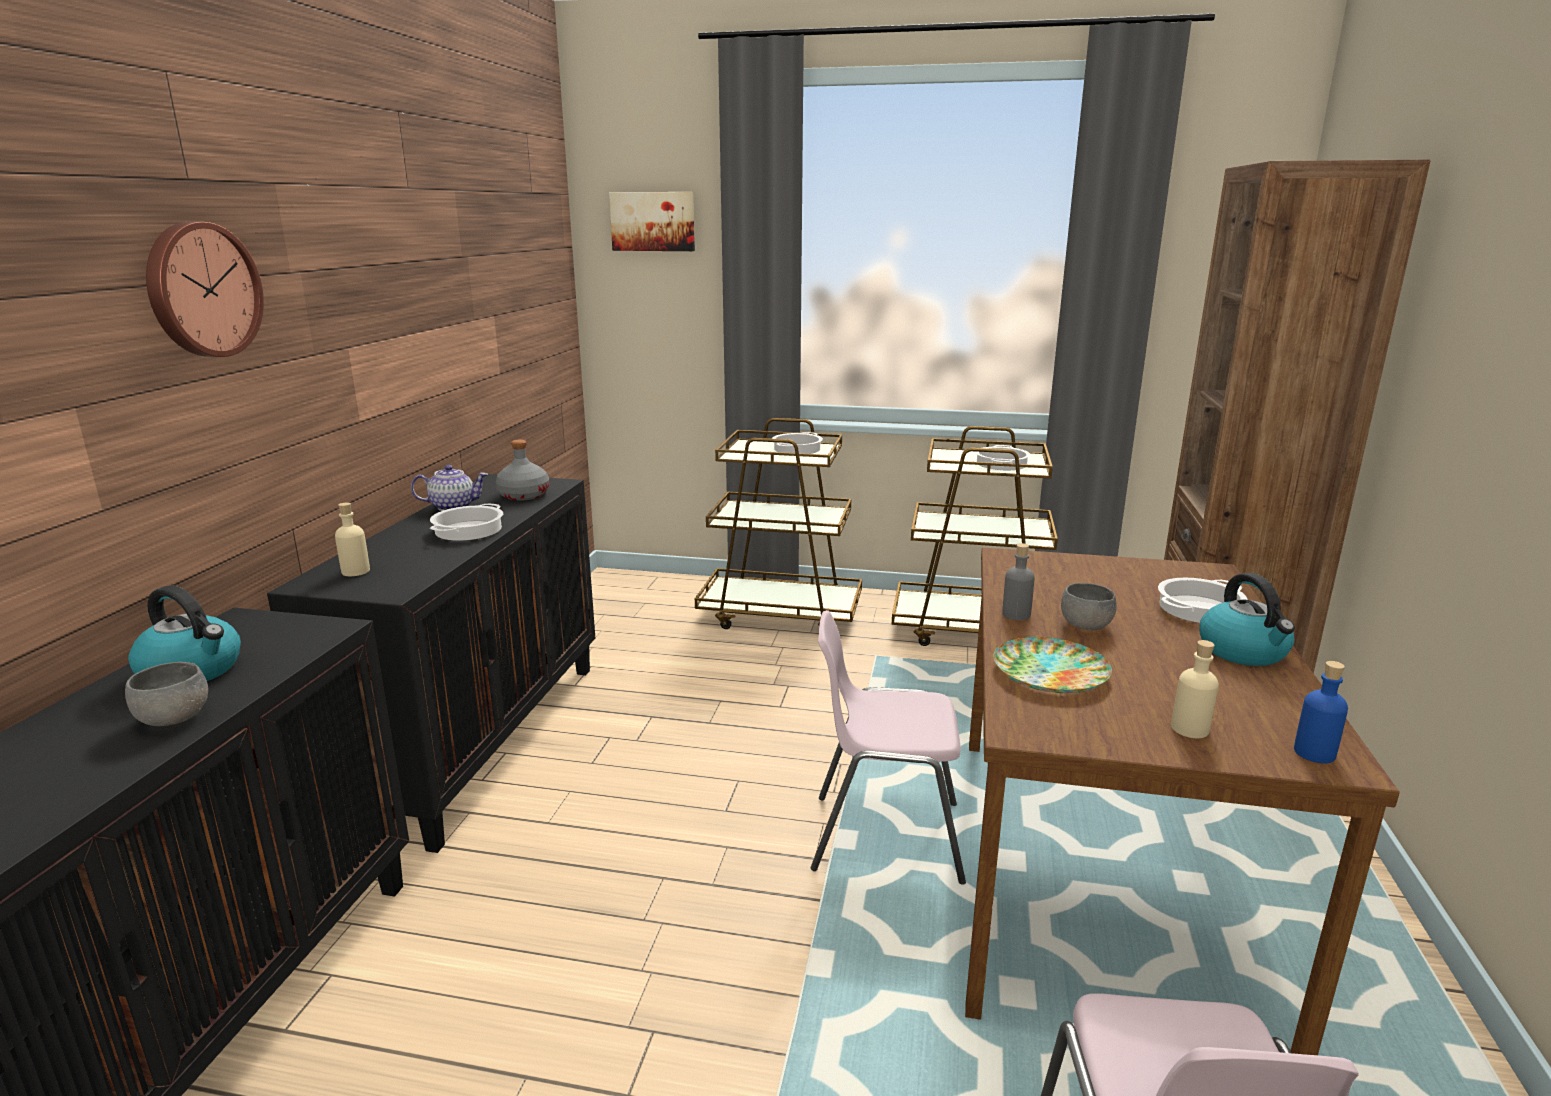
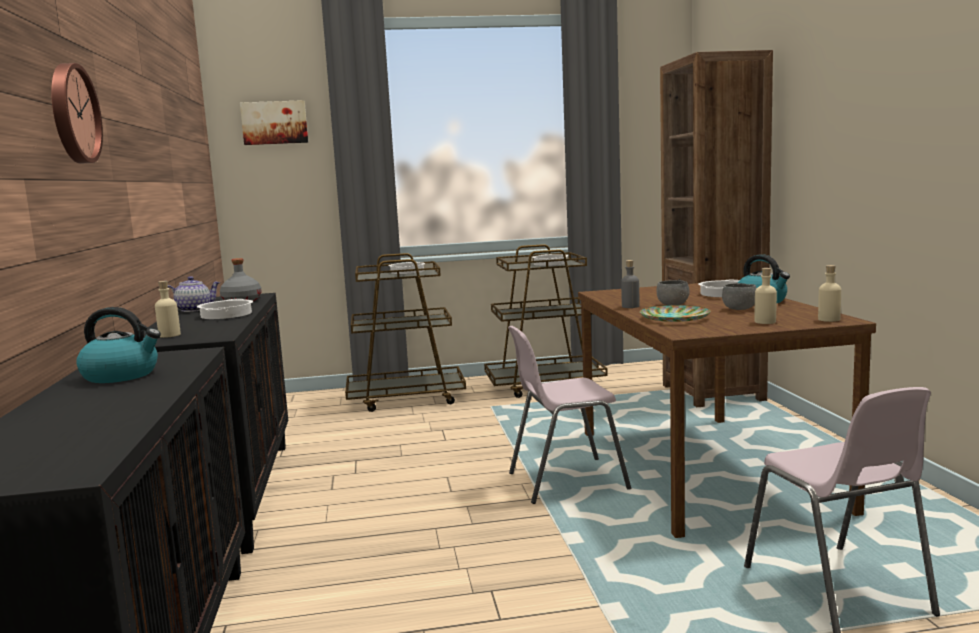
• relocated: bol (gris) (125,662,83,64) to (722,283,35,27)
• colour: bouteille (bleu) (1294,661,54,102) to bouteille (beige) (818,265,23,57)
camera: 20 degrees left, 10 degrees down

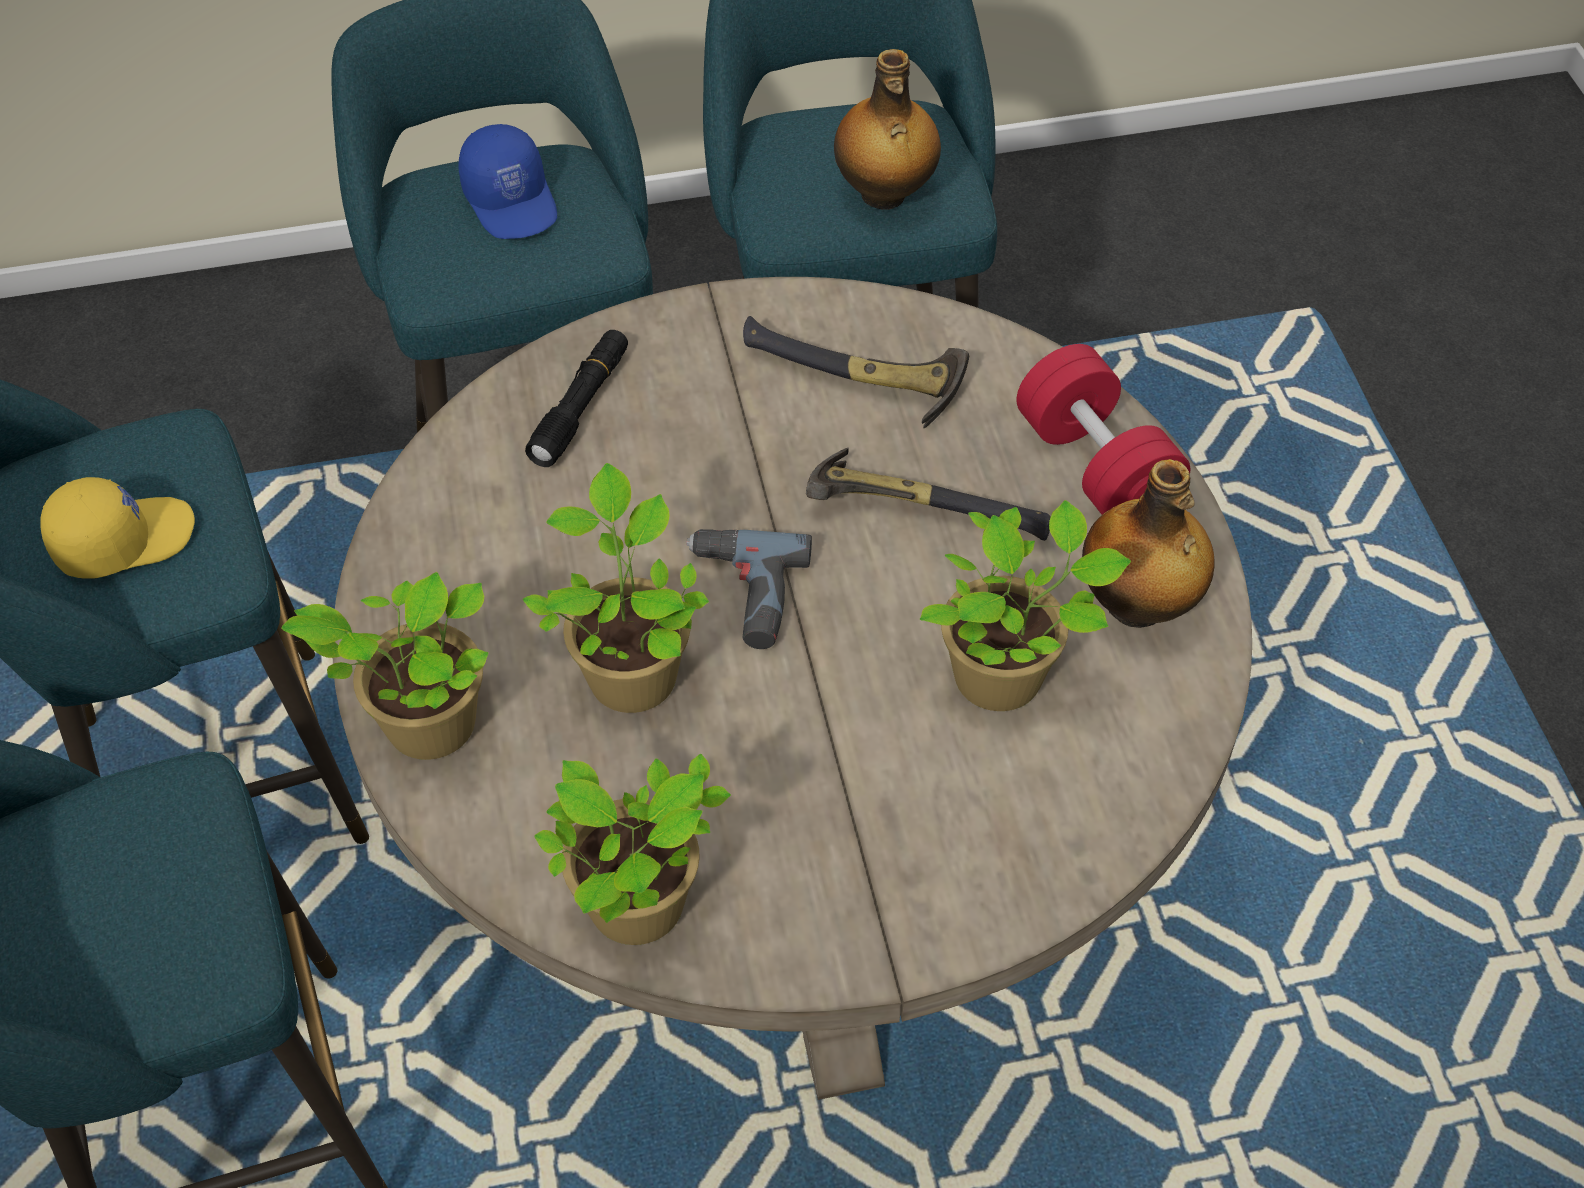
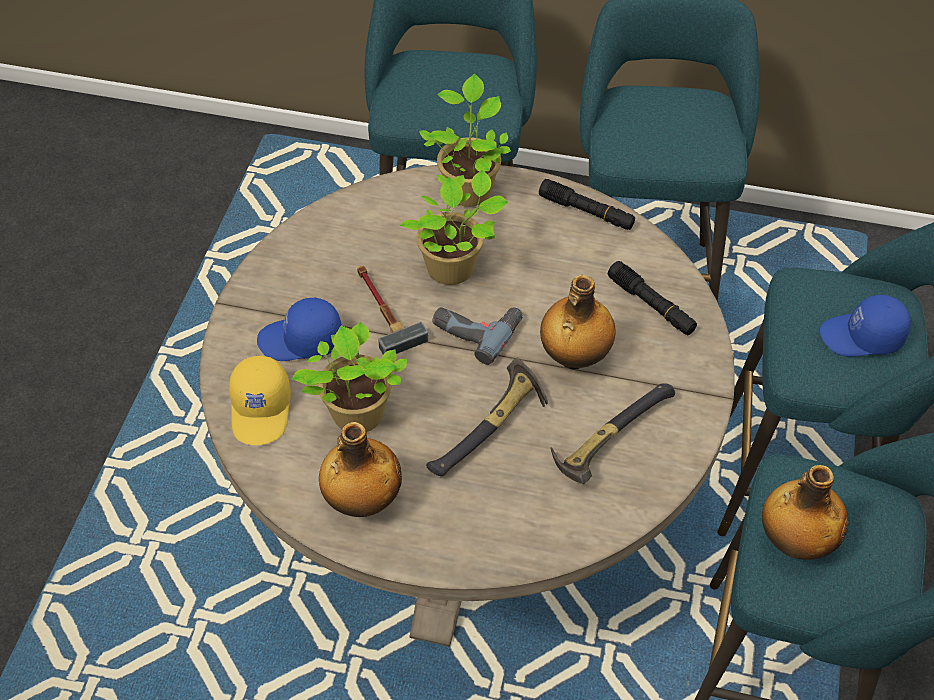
• relocated: casquette (jaune) (40,477,155,102) to (229,356,62,89)
• missing: plante en pot (534,753,197,192)
• missing: haltère (rouge) (1016,344,174,171)
• appeared: casquette (bleu) (257,297,85,64)
• appeared: marteau (357,265,71,89)
• appeared: lampe de poche (noir) (539,179,96,51)
• appeared: bouteille (540,275,76,94)
camera: 115 degrees right, 0 degrees up

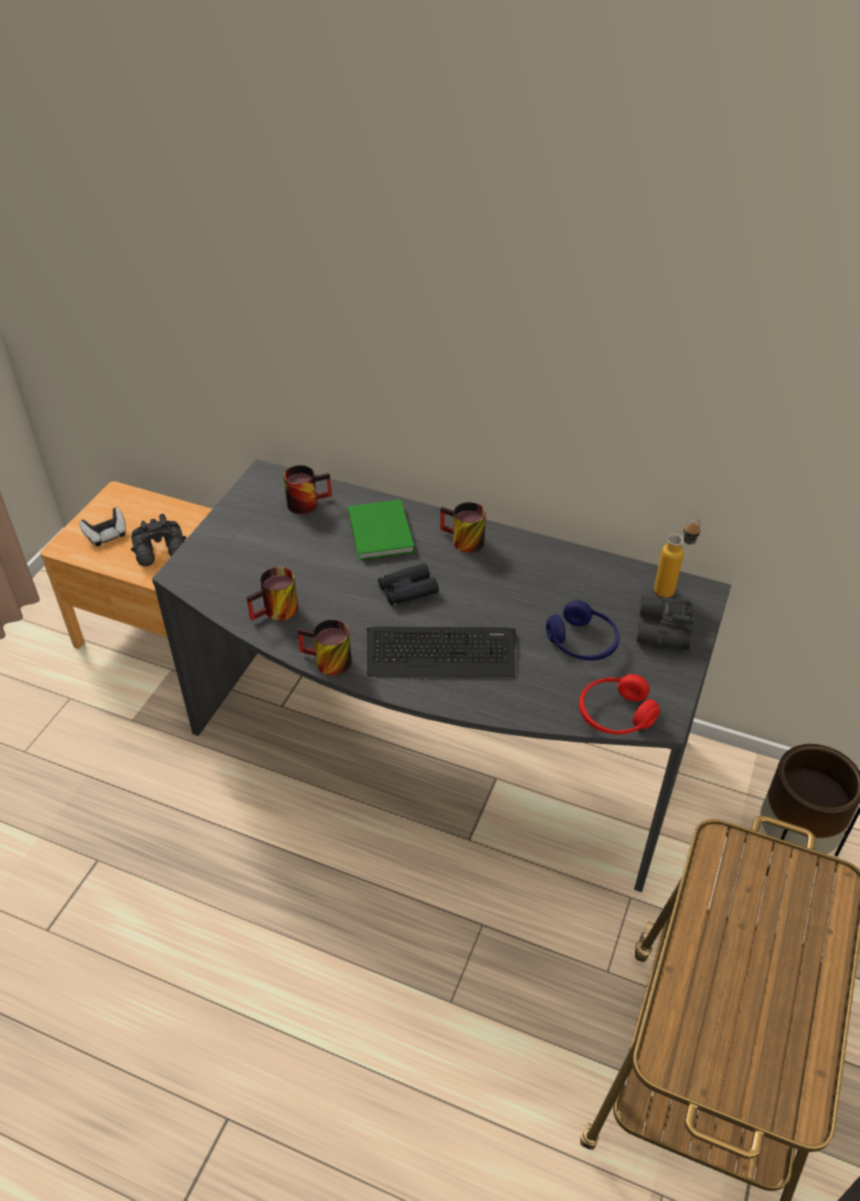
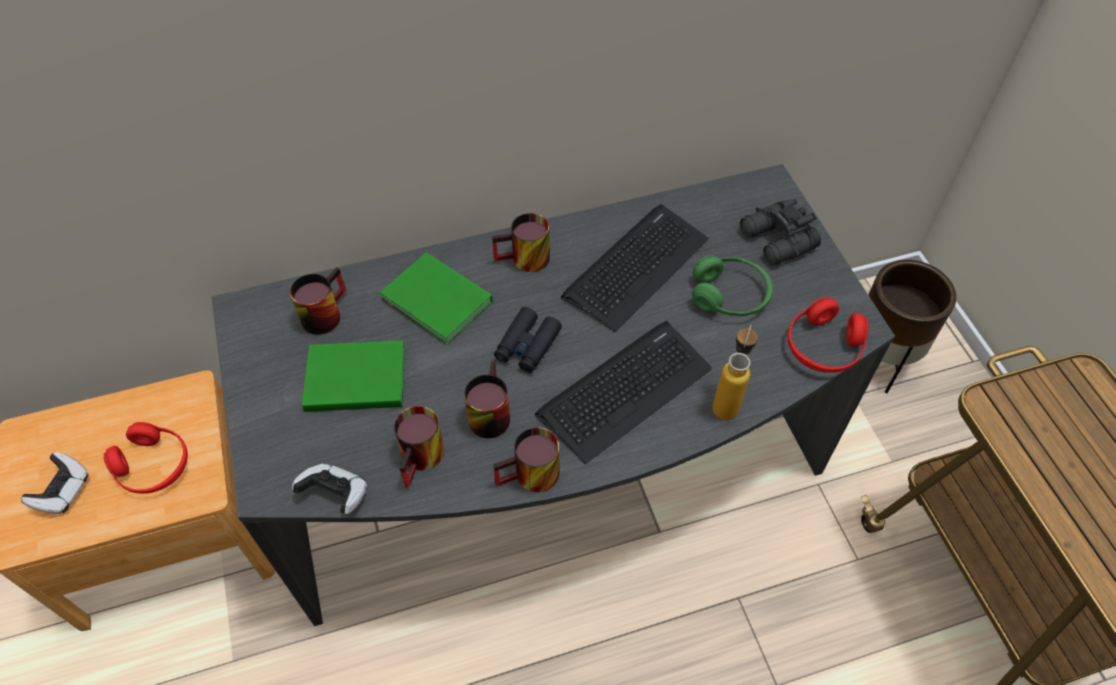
• exchanged: jumelles (noir) (131,514,55,52) to casque audio (rouge) (104,422,84,72)
• colour: casque audio (bleu) (546,600,74,61) to casque audio (vert) (692,255,81,61)
• relocated: bouteille (654,520,47,78) to (713,325,45,95)
• appeared: manette (292,463,75,51)
• appeared: livre (vert) (302,340,103,72)
• appeared: mug (464,361,46,77)
• appeared: clavier (561,204,148,128)
camera: 40 degrees left, 10 degrees up

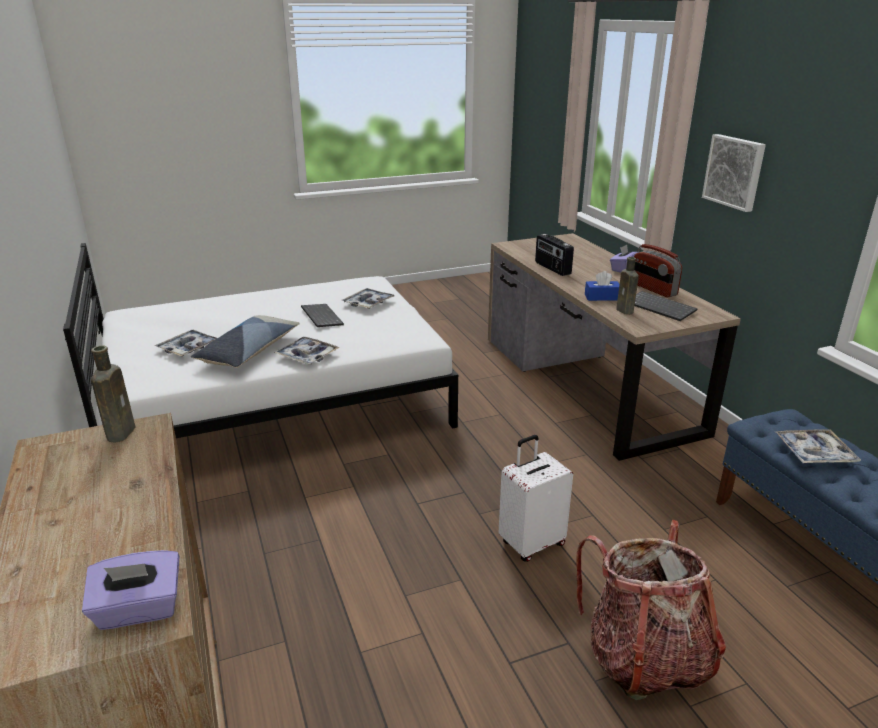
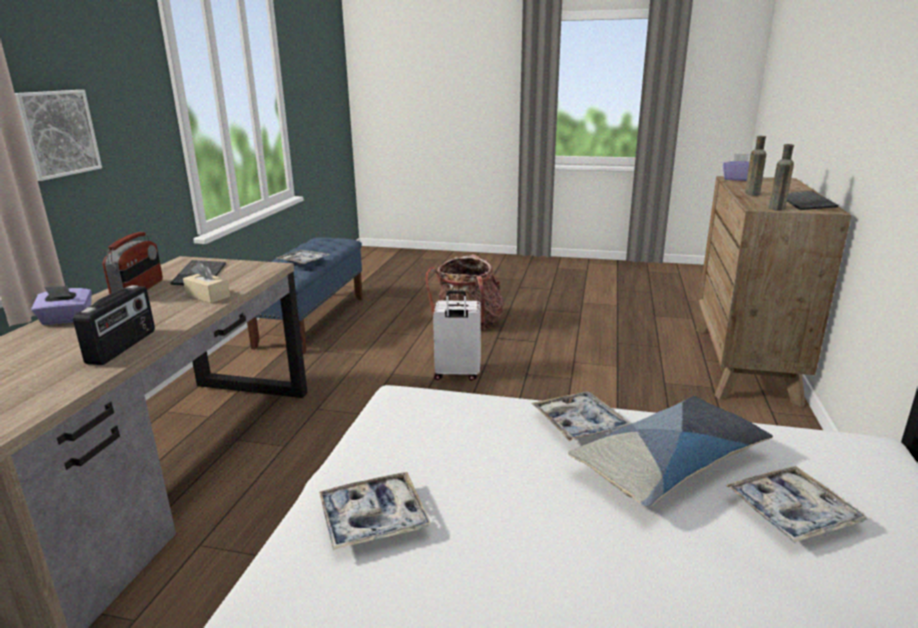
• relocated: clavier (301,304,43,23) to (787,191,51,19)
• colour: boîte à mouchoirs (bleu) (585,271,35,30) to boîte à mouchoirs (beige) (183,262,47,41)
• relocated: bouteille (marron) (616,257,23,58) to (745,136,21,60)
camera: 145 degrees left, 5 degrees down

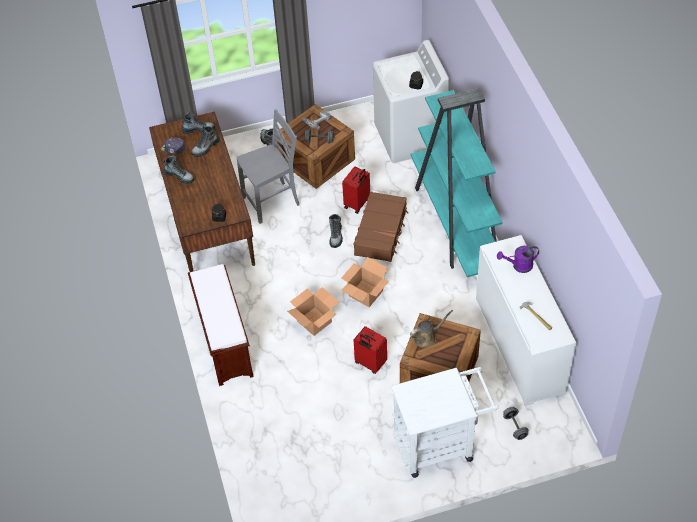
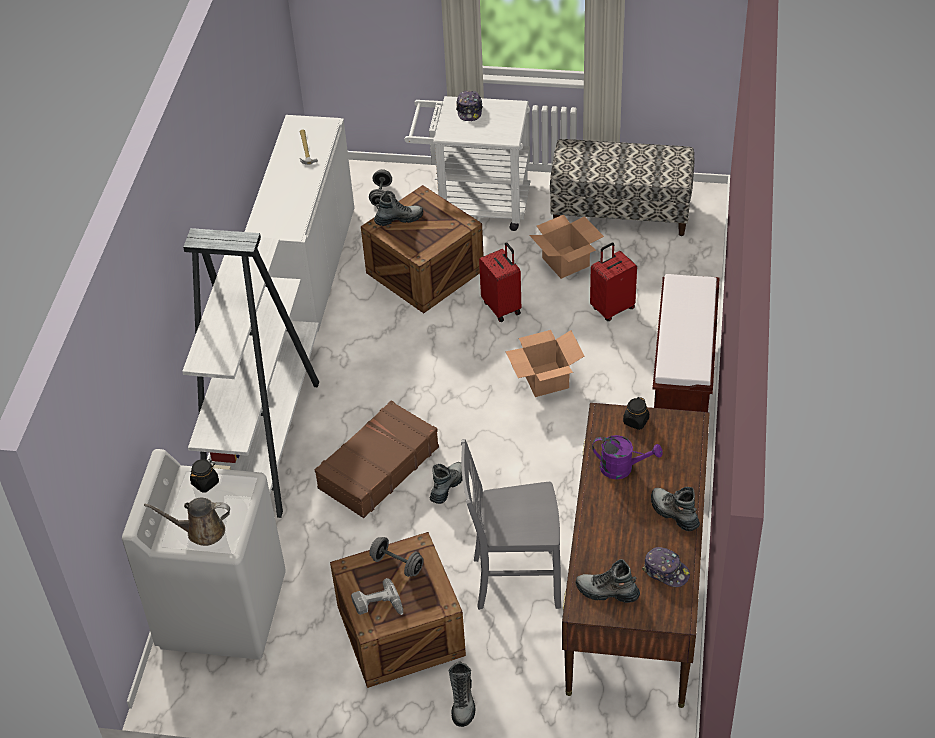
• relocated: botte (191,126,29,31) to (374,190,49,36)
• relocated: carton (341,257,48,50) to (529,215,75,64)
• relocated: valise (rouge) (342,166,28,48) to (590,242,47,79)
• relocated: arrosoir (marron) (410,310,43,38) to (144,498,86,48)
• colour: bibliothèque (turquoise) (411,88,92,189) to bibliothèque (blanc) (182,228,137,290)
• relocated: arrosoir (violet) (497,246,42,27) to (592,435,71,44)
• appeared: casquette (456,91,27,30)
• appeared: banc (550,139,144,97)
camera: 155 degrees left, 5 degrees down

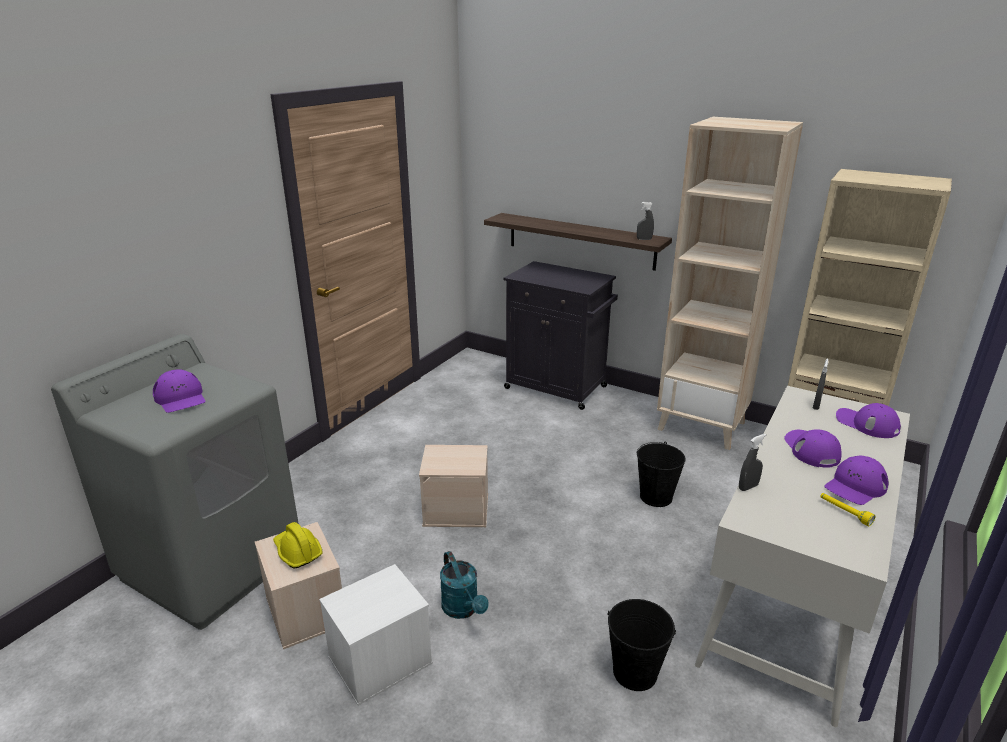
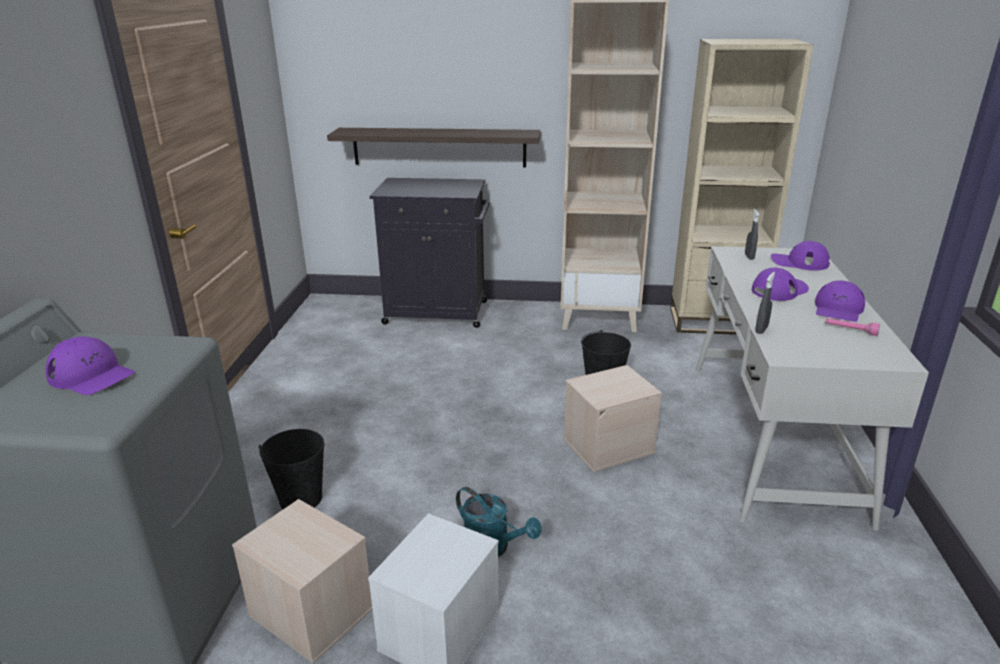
• missing: casque de chantier (jaune) (273,522,50,47)
• relocated: boîte de rangement (beige) (419,445,69,82) to (563,365,99,107)
• relocated: seau (noir) (607,599,69,92) to (259,429,65,80)
• missing: vaporisateur (gris) (637,202,17,38)
• spun: casquette (violet) (784,429,58,39) = (752,268,57,33) 90 degrees clockwise
• colour: lampe de poche (jaune) (820,493,55,33) to lampe de poche (rose) (825,318,55,18)
camera: 25 degrees left, 0 degrees up

